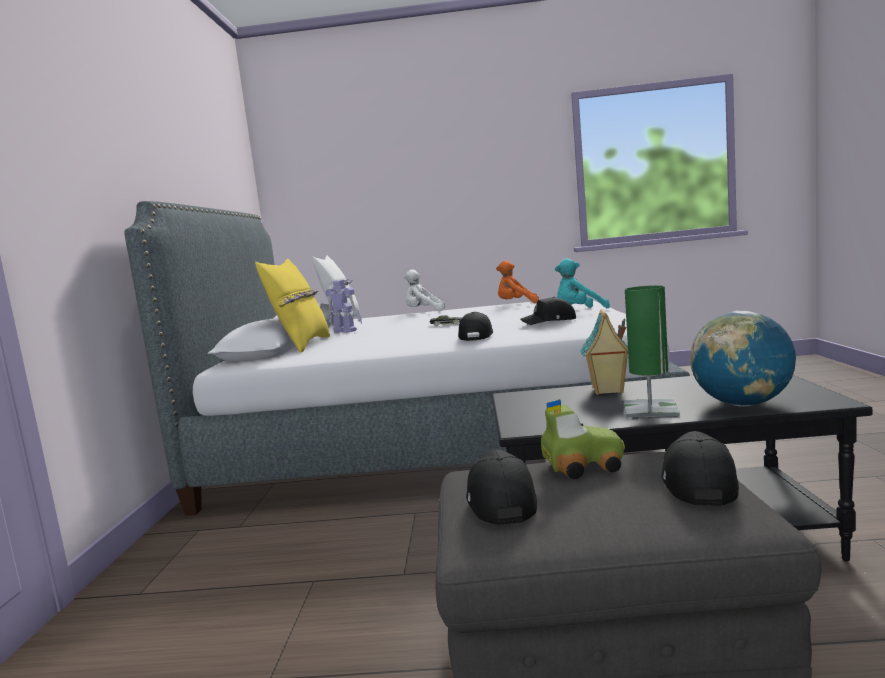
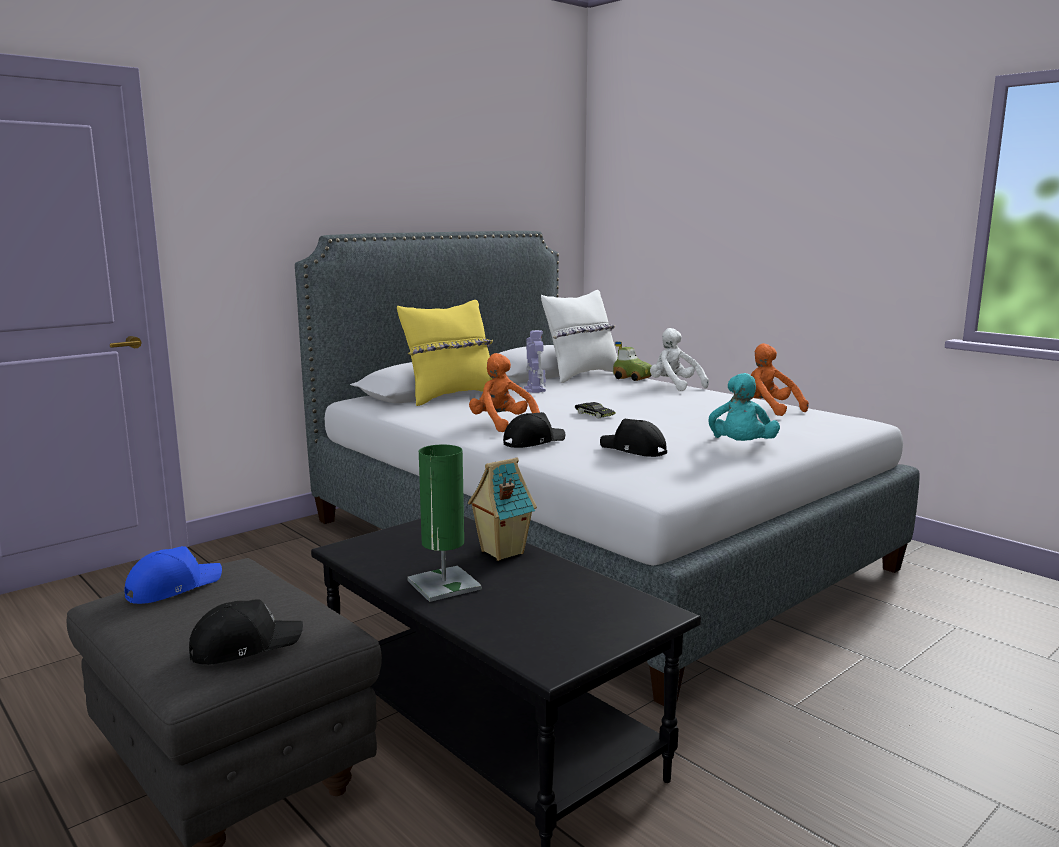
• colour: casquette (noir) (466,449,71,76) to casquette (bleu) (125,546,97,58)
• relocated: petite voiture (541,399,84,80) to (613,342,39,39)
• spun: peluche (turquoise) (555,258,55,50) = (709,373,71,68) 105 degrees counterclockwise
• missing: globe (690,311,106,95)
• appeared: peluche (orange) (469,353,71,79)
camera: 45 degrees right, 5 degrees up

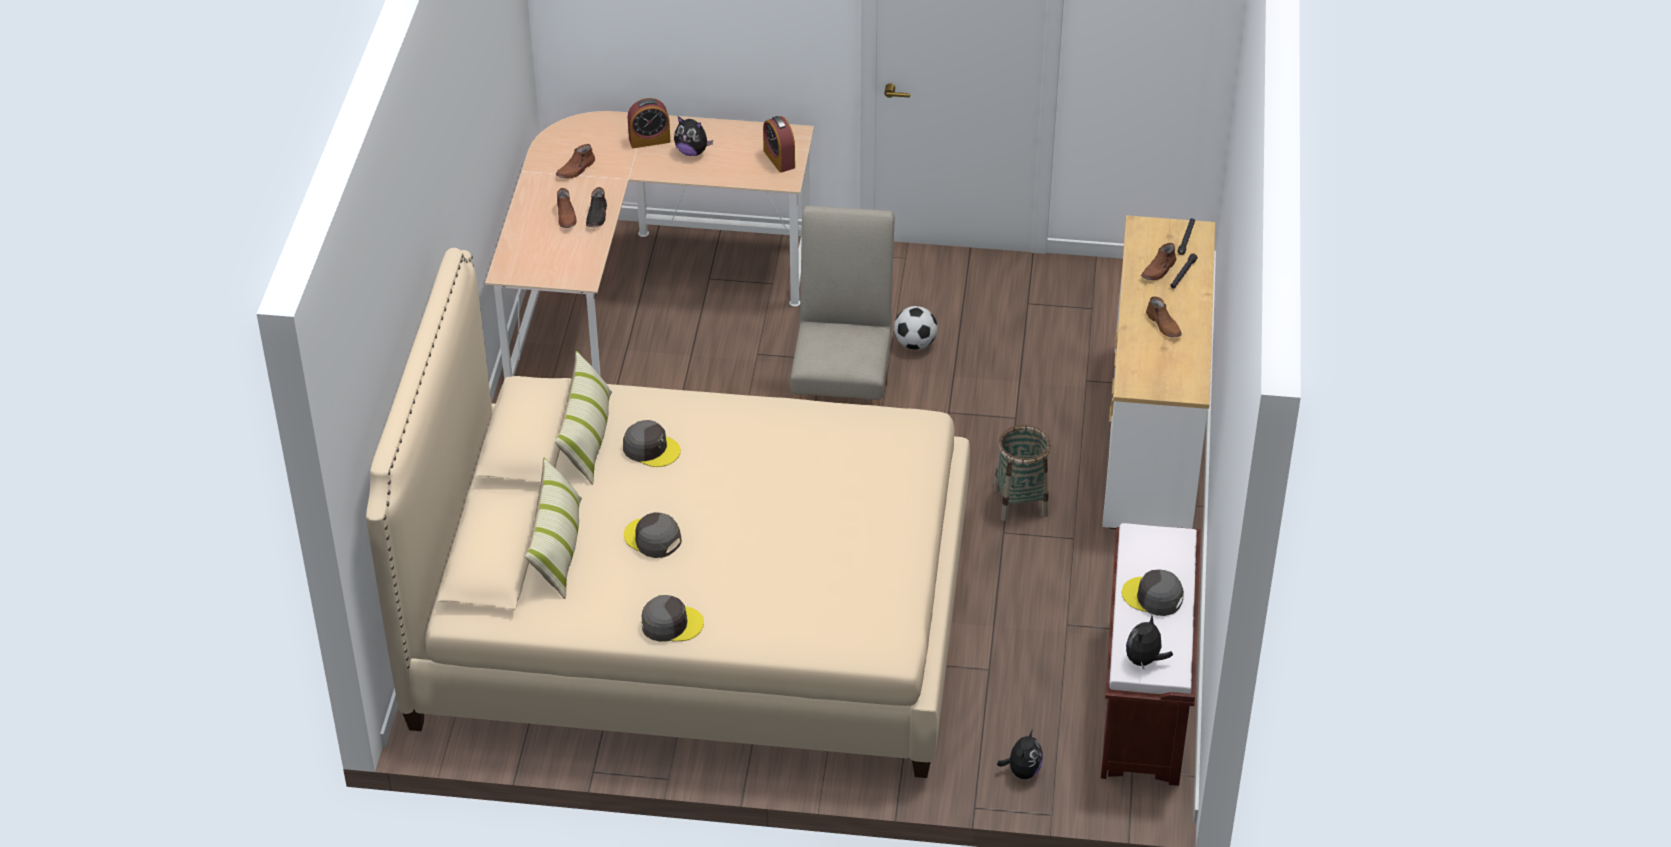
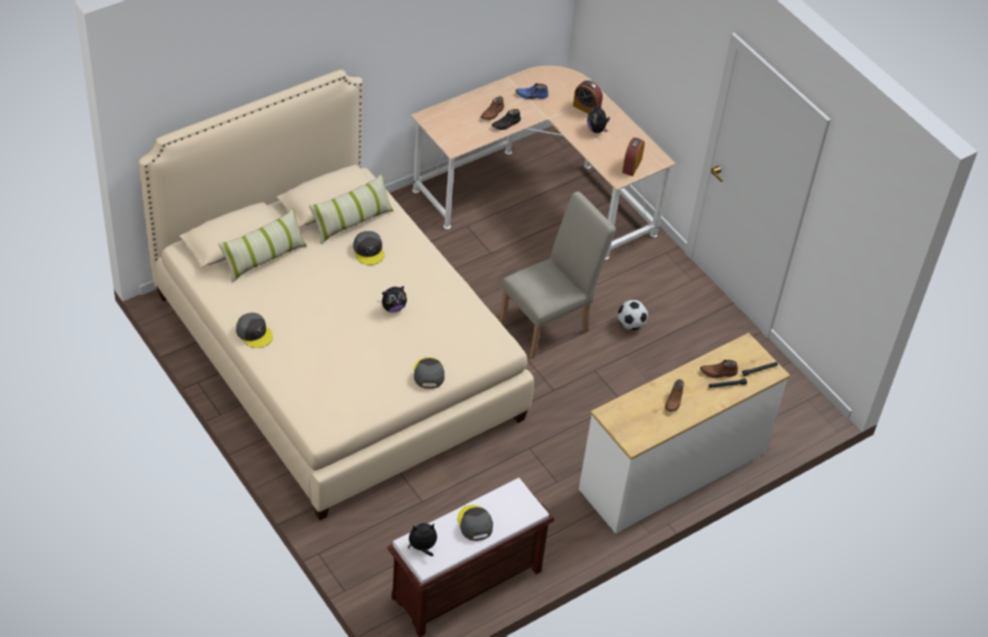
• colour: chaussure (marron) (556,144,39,35) to chaussure (bleu) (516,83,32,16)
• relocated: casquette (gris) (624,512,58,46) to (414,357,31,32)
• missing: panier (994,425,57,96)
• relocated: peluche (997,729,46,50) to (382,286,25,27)
camera: 45 degrees right, 5 degrees up

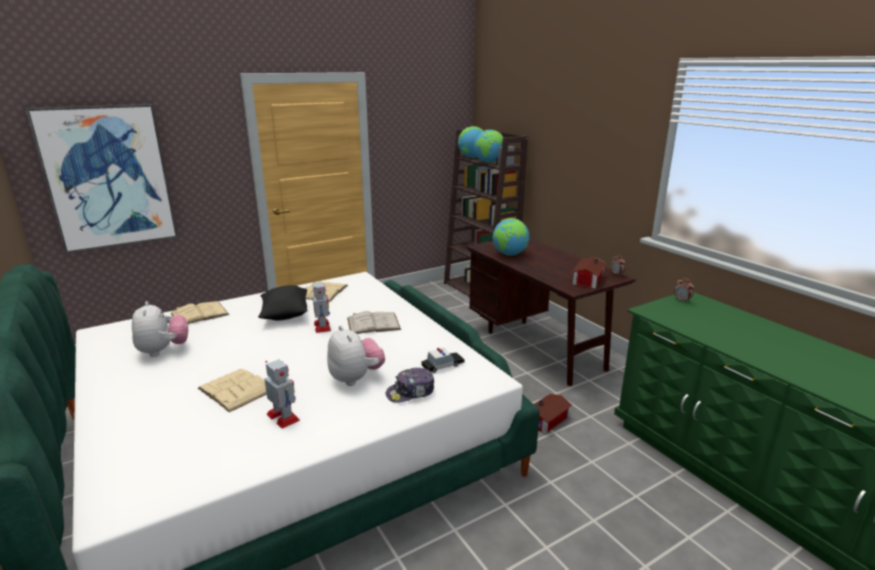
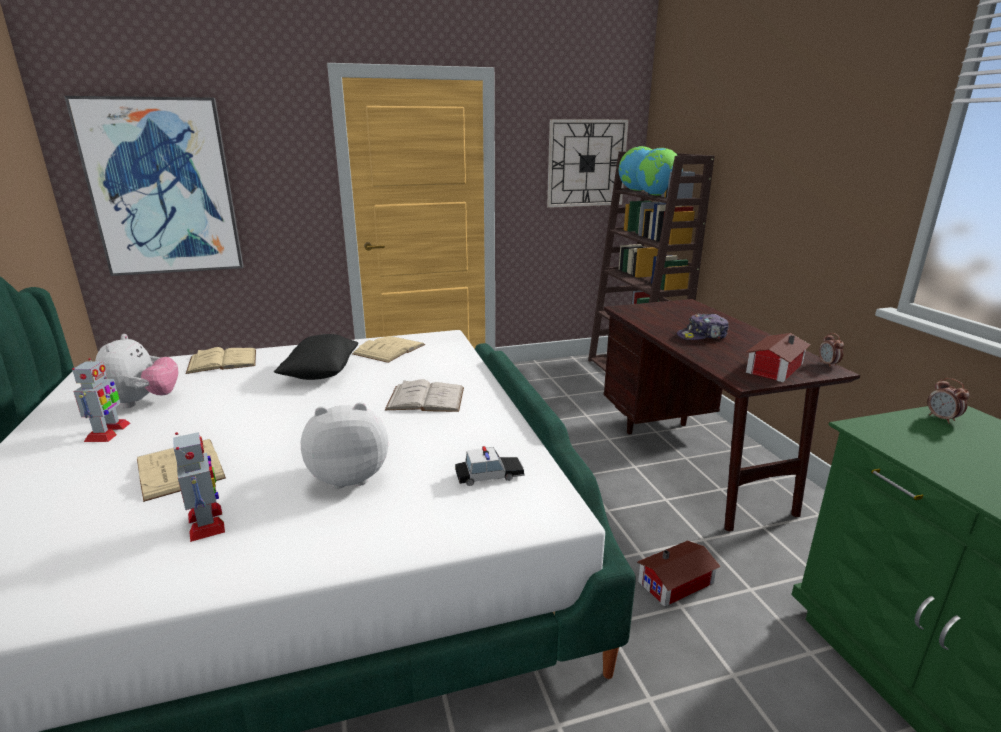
• relocated: robot jouet (313,282,18,51) to (72,358,58,84)
• spun: peluche (327,325,58,61) = (301,402,87,87) 90 degrees counterclockwise
• relocated: casquette (386,368,48,35) to (677,313,52,27)
• missing: globe (492,218,37,38)
• appeared: horloge murale (547,119,82,89)
camera: 15 degrees right, 0 degrees up

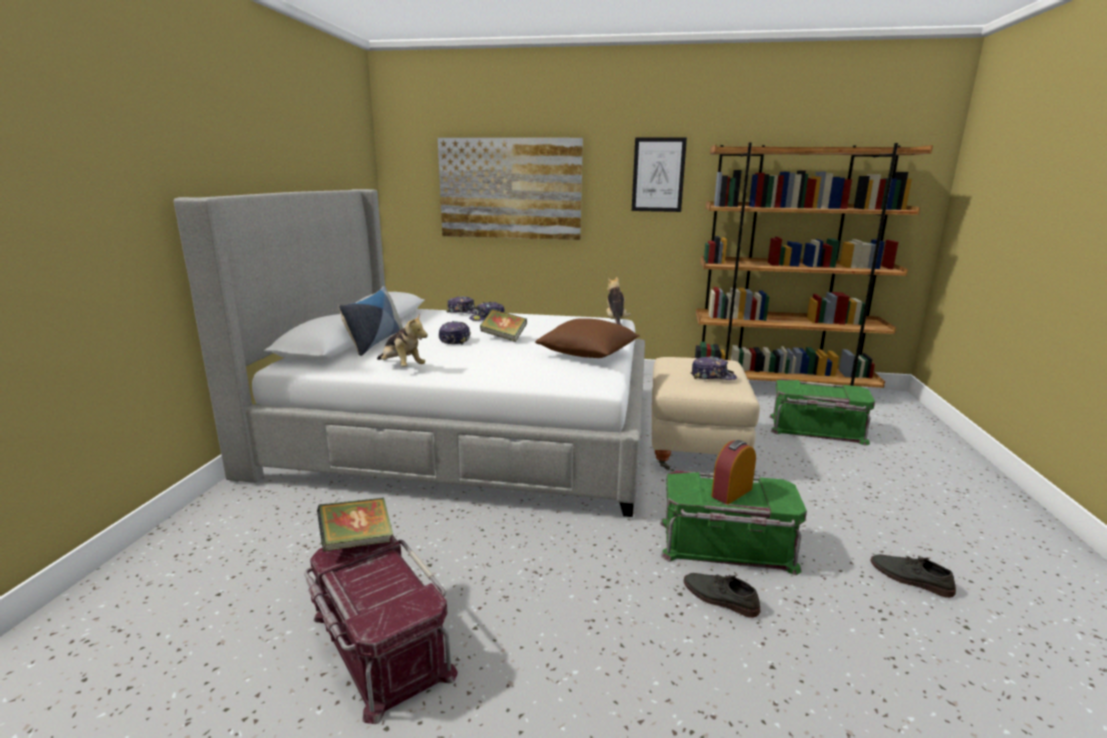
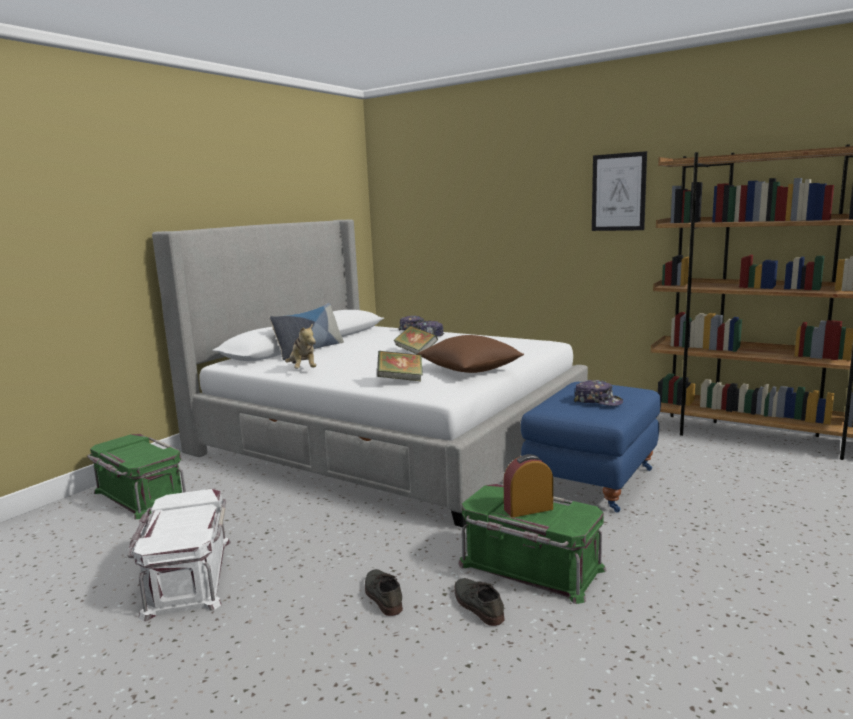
• colour: boîte de rangement (rouge) (304,535,154,189) to boîte de rangement (blanc) (127,489,104,132)
• relocated: livre (317,497,77,54) to (377,351,46,31)
• missing: tableau (438,138,145,102)
• missing: casquette (439,321,32,24)
• missing: peluche (606,277,25,48)
• colour: pouf (beige) (652,357,108,113) to pouf (bleu) (521,382,140,131)
• relocated: boîte de rangement (vert) (769,379,106,66) to (87,434,99,85)
• relocated: chaussure (gris) (871,554,85,44) to (365,569,38,47)
camera: 25 degrees right, 5 degrees down

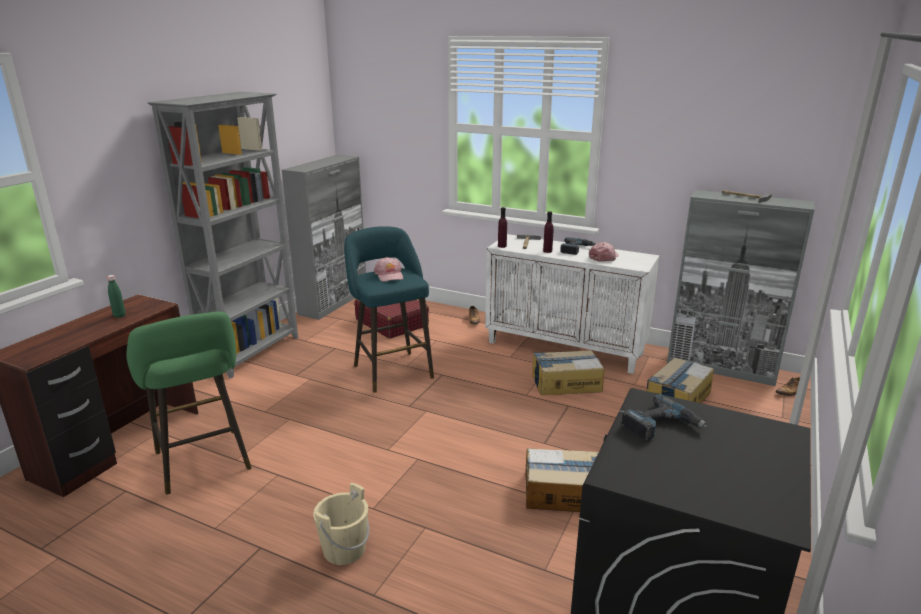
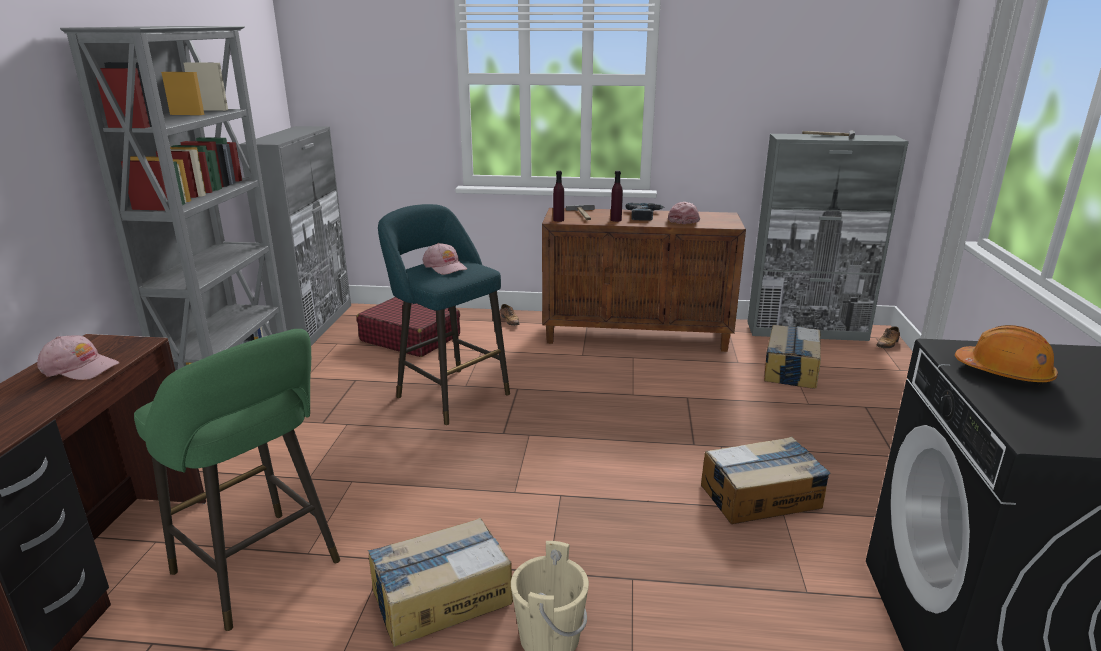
• exchanged: bouteille (vert) (107,275,19,43) to casquette (rose) (37,335,83,45)
• colour: meuble de rangement (blanc) (485,234,175,140) to meuble de rangement (marron) (542,208,204,144)
• relocated: carton (532,350,73,45) to (368,518,145,129)
• exchanged: perceuse (621,394,86,46) to casque de chantier (orange) (955,325,103,61)
camera: 20 degrees left, 0 degrees up

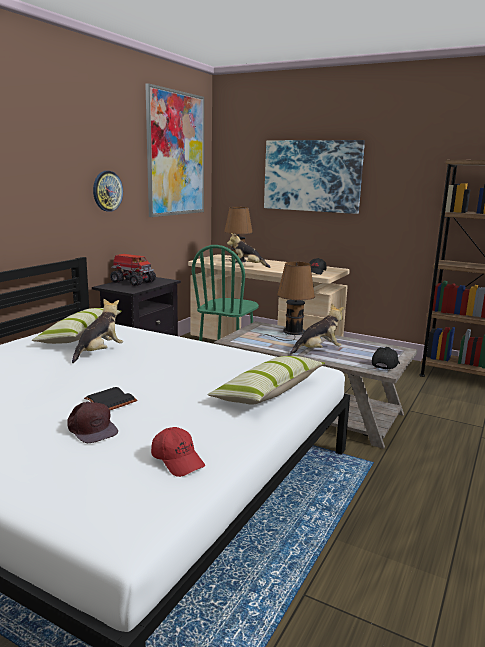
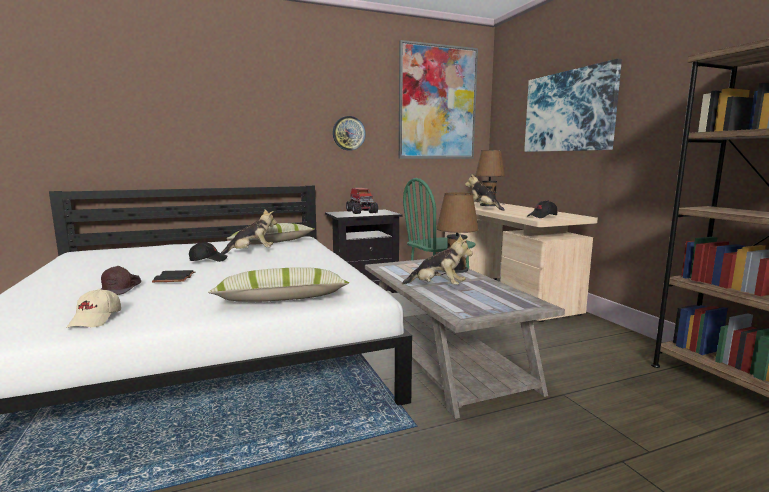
• colour: casquette (rouge) (151,427,54,50) to casquette (beige) (67,289,54,39)
• relocated: casquette (noir) (372,347,28,22) to (189,243,38,19)
camera: 40 degrees right, 5 degrees down

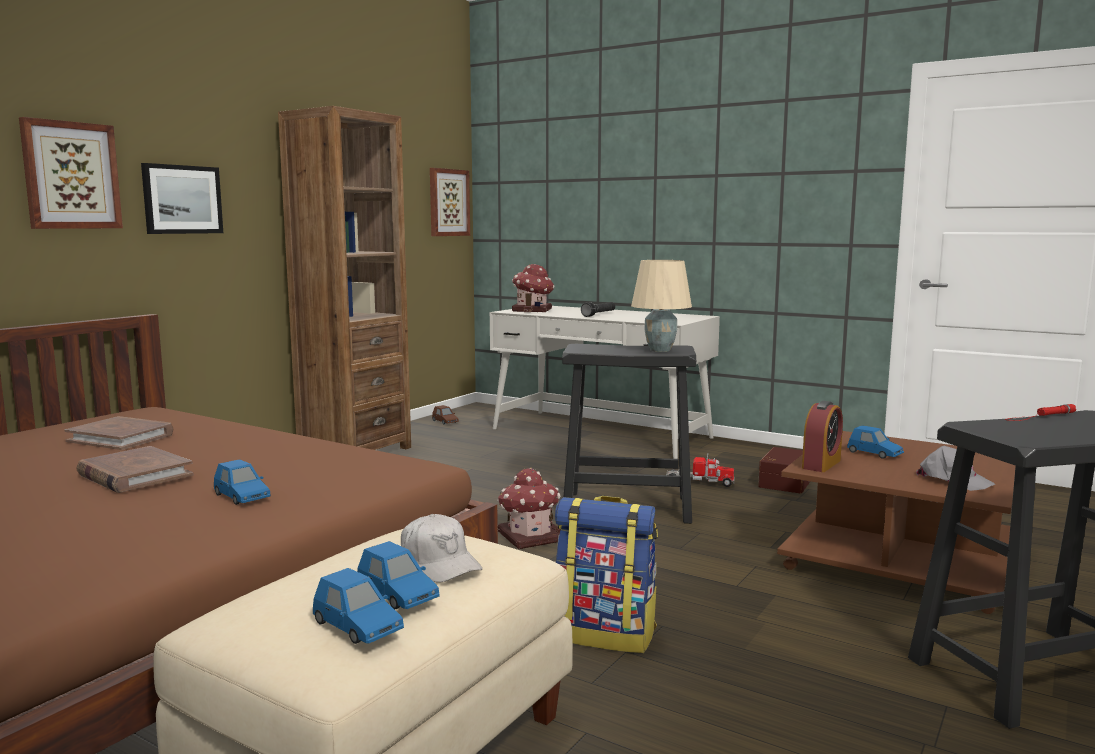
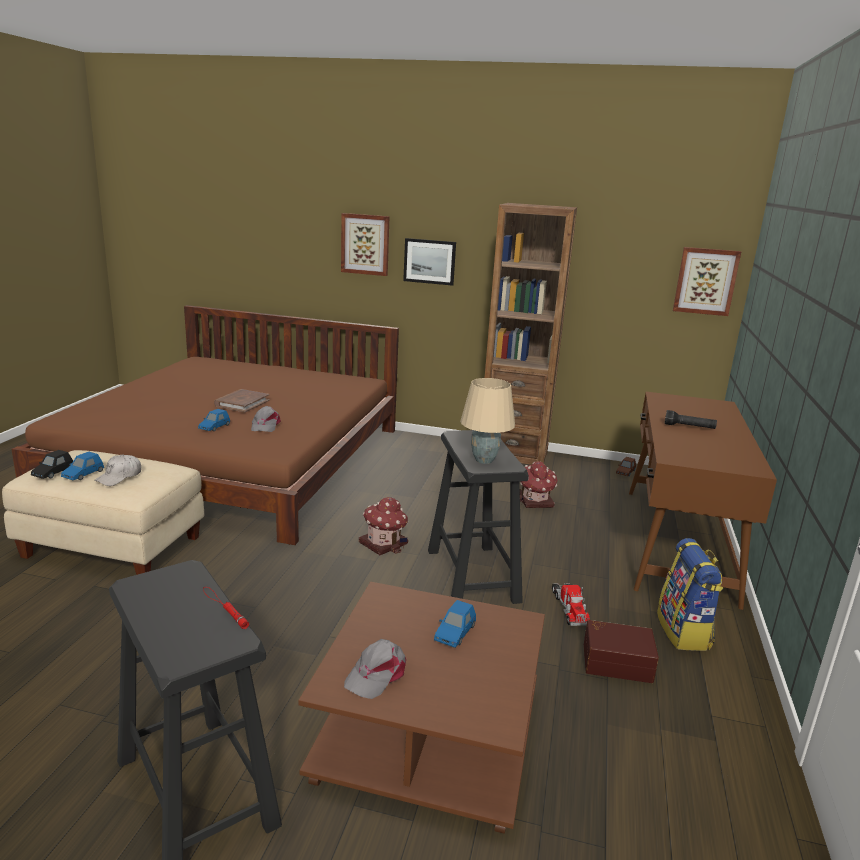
• missing: livre (marron) (64,416,109,34)
• colour: petite voiture (bleu) (313,568,91,76) to petite voiture (noir) (31,450,42,29)
• colour: bureau (blanc) (490,306,230,153) to bureau (marron) (629,392,148,218)
• relocated: maison miniature (512,264,43,49) to (520,461,38,47)
• relocated: sac à dos (555,496,103,157) to (657,538,66,113)
• missing: réveil (802,401,41,71)
• appeared: casquette (gris) (251,406,30,26)
camera: 70 degrees right, 10 degrees up

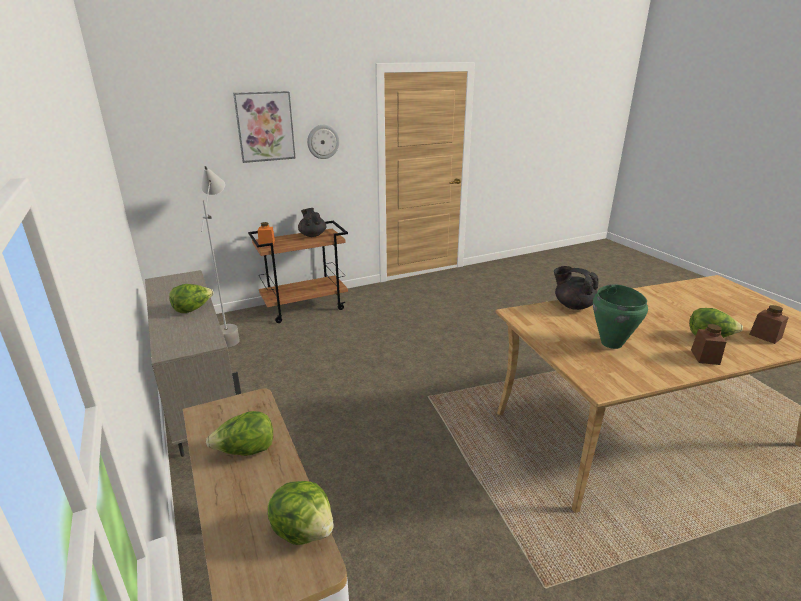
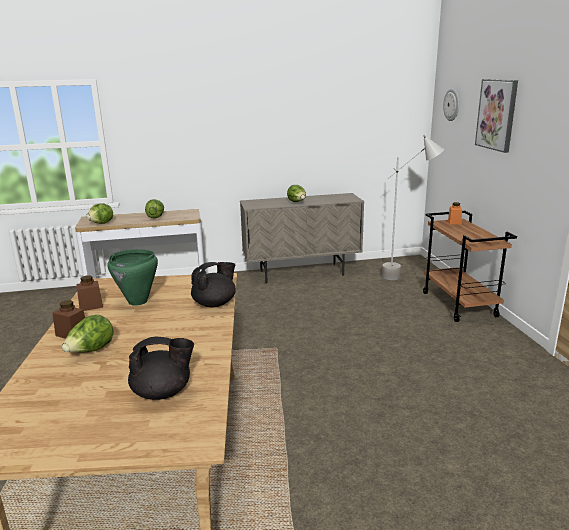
• relocated: théière (noir) (298,208,28,29) to (128,337,66,63)
• relocated: horloge murale (307,125,32,34) to (443,88,16,33)
• relocated: bocal (marron) (749,305,40,39) to (77,275,26,36)
camera: 105 degrees right, 5 degrees down

